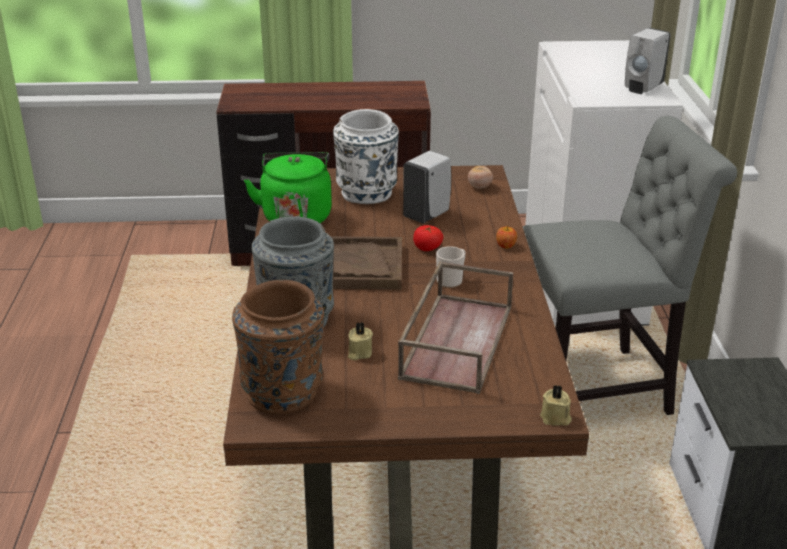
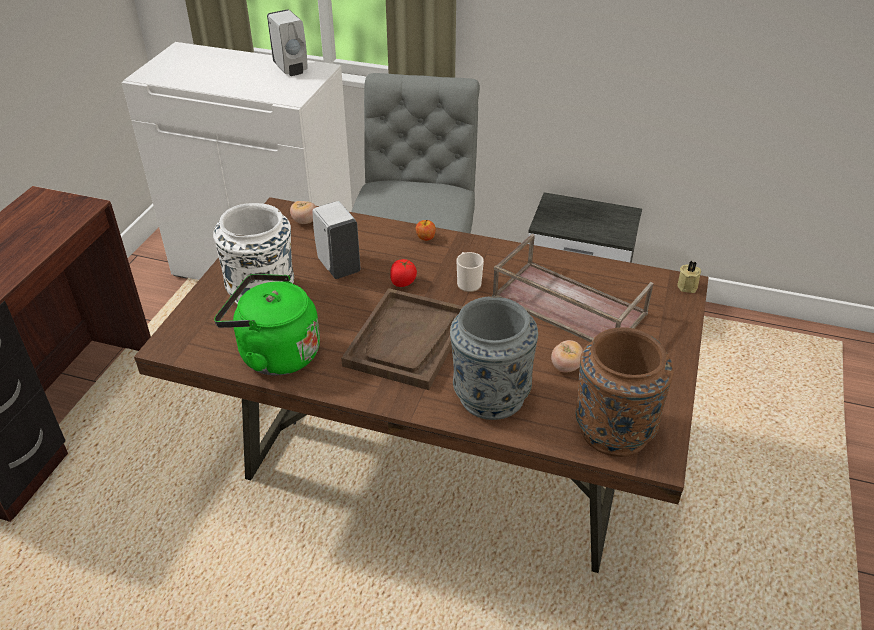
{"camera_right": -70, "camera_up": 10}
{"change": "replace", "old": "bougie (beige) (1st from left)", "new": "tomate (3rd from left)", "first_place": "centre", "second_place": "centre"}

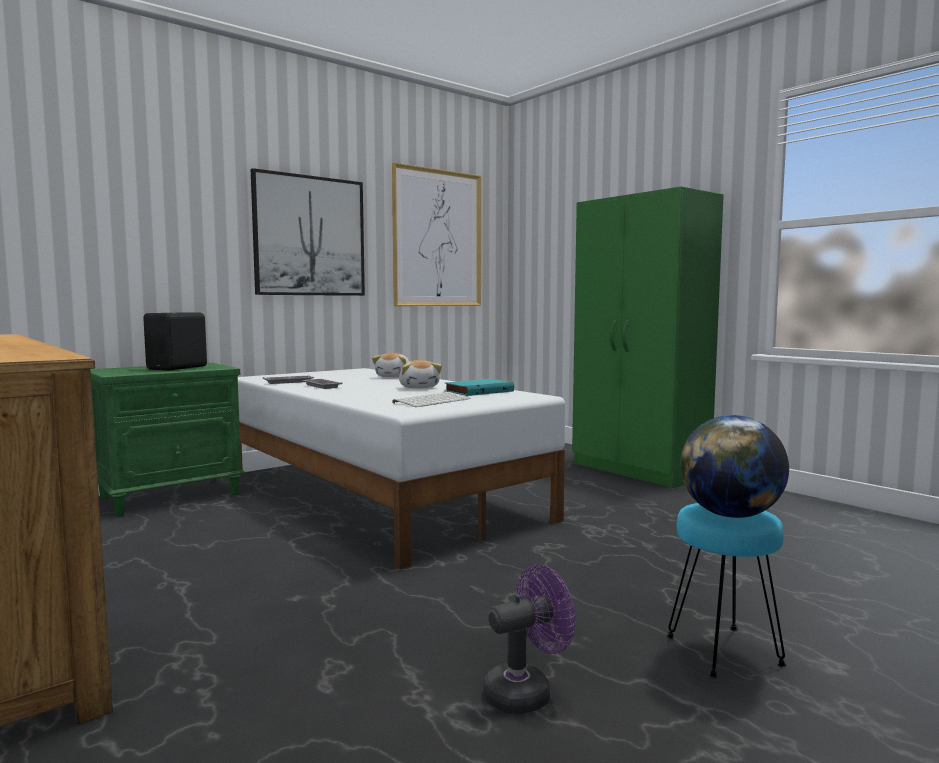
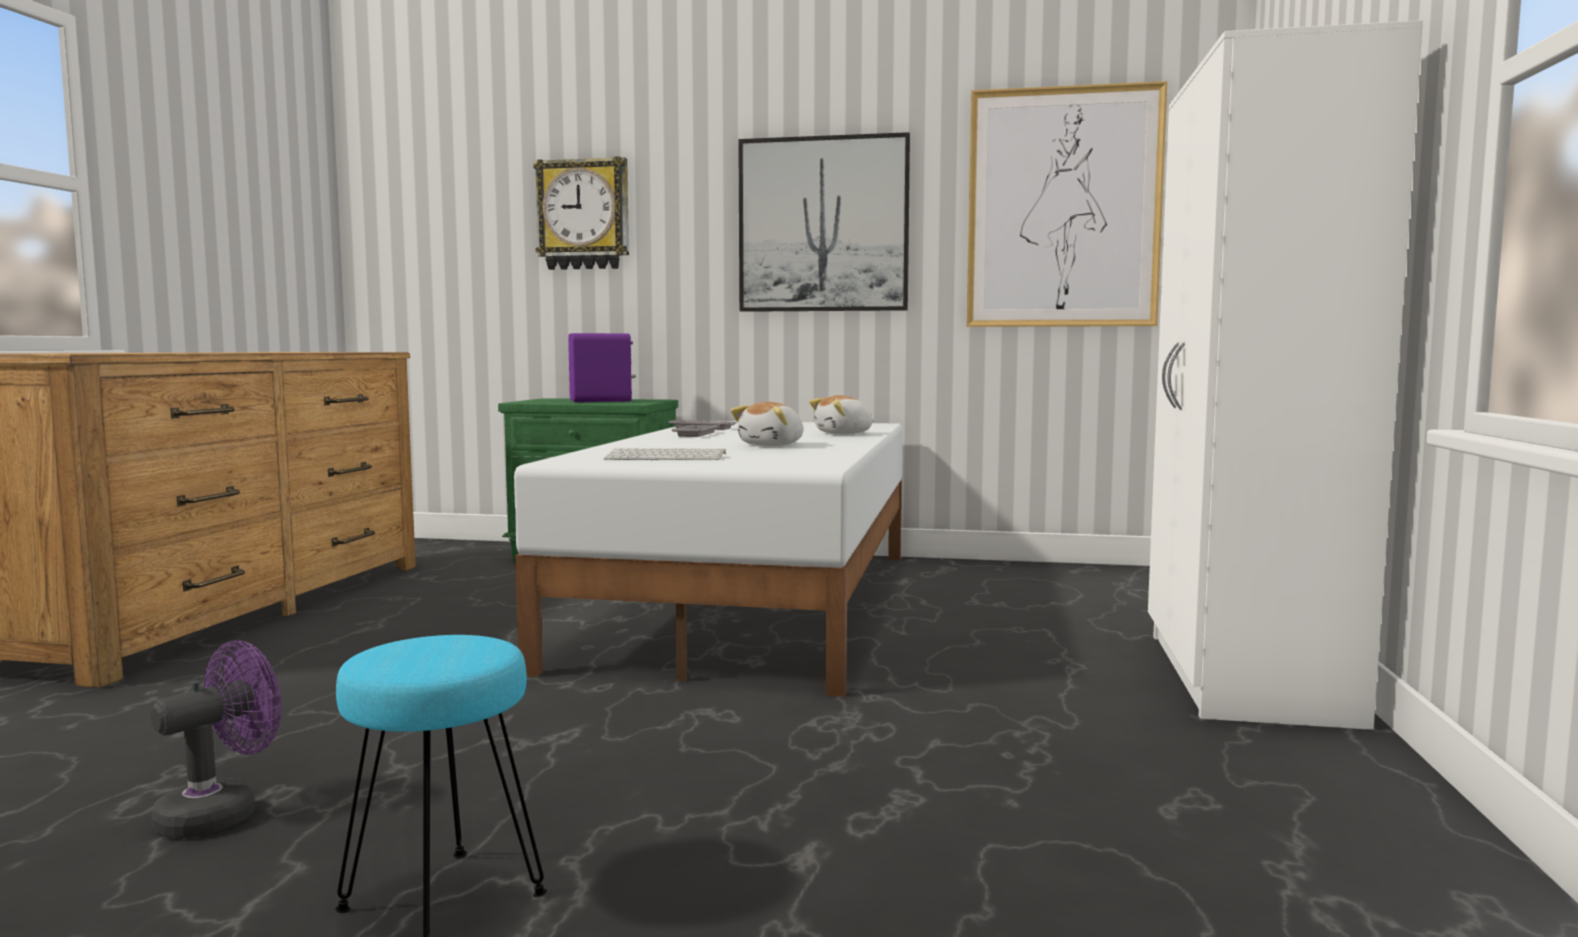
{"camera_right": 50, "camera_up": 0}
{"change": "delete", "old": "livre (turquoise)", "first_place": "centre"}
{"change": "delete", "old": "globe", "first_place": "middle right"}
{"change": "insert", "new": "horloge murale", "second_place": "top centre"}
{"change": "recolor", "old": "enceinte (noir)", "new": "enceinte (violet)", "first_place": "middle left", "second_place": "centre"}
{"change": "recolor", "old": "armoire (vert)", "new": "armoire (blanc)", "first_place": "middle right", "second_place": "middle right"}
{"change": "rotate", "old": "ventilateur (violet)", "first_place": "bottom centre", "second_place": "bottom left", "degrees": -75}

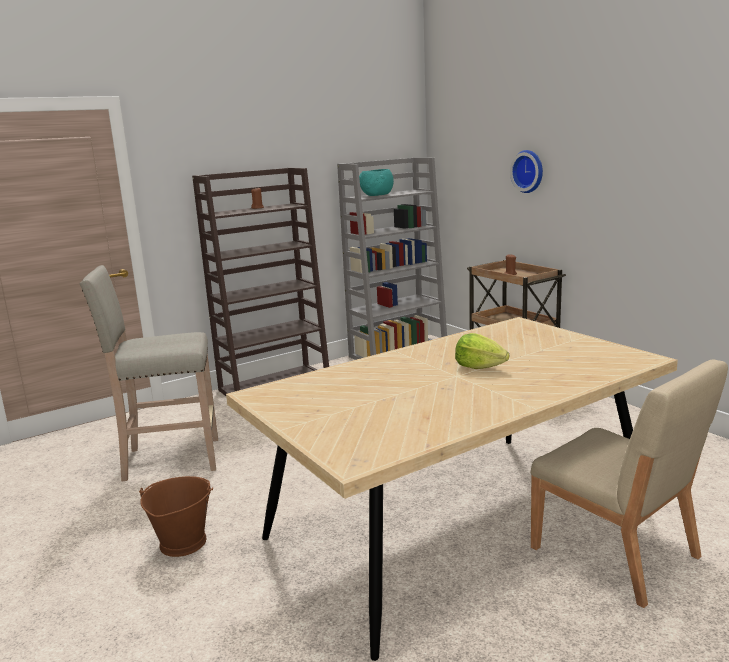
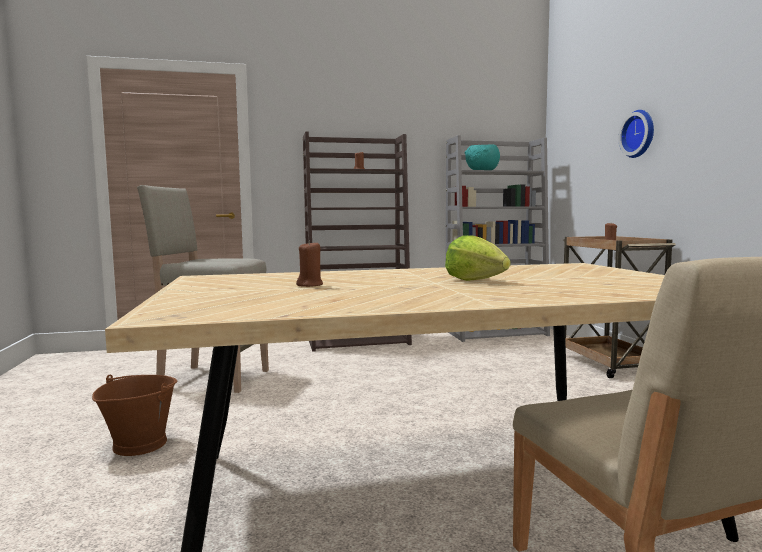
{"camera_right": 20, "camera_up": -10}
{"change": "insert", "new": "bougie (marron) (1st from left)", "second_place": "centre"}

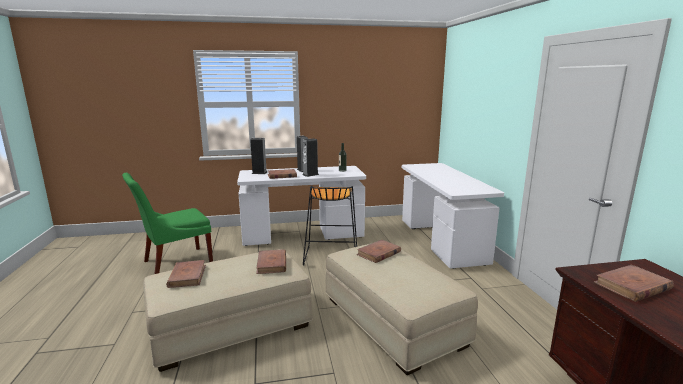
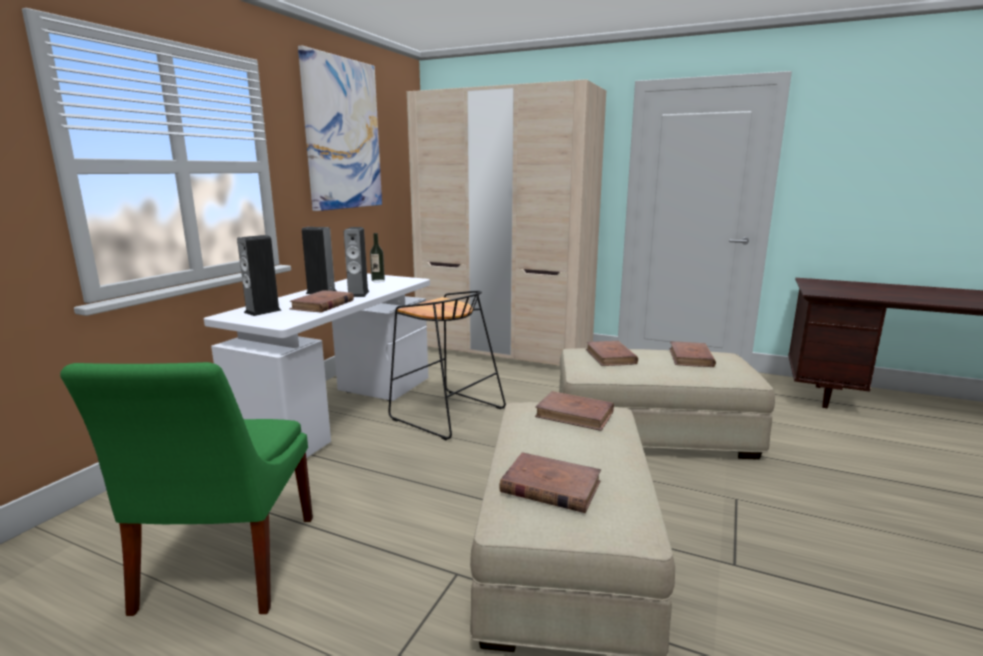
{"camera_right": -55, "camera_up": 0}
{"change": "insert", "new": "tableau", "second_place": "top centre"}
{"change": "move", "old": "livre (marron) (5th from left)", "first_place": "bottom right", "second_place": "middle right"}
{"change": "replace", "old": "bureau (blanc) (2nd from left)", "new": "armoire (beige)", "first_place": "centre", "second_place": "centre"}

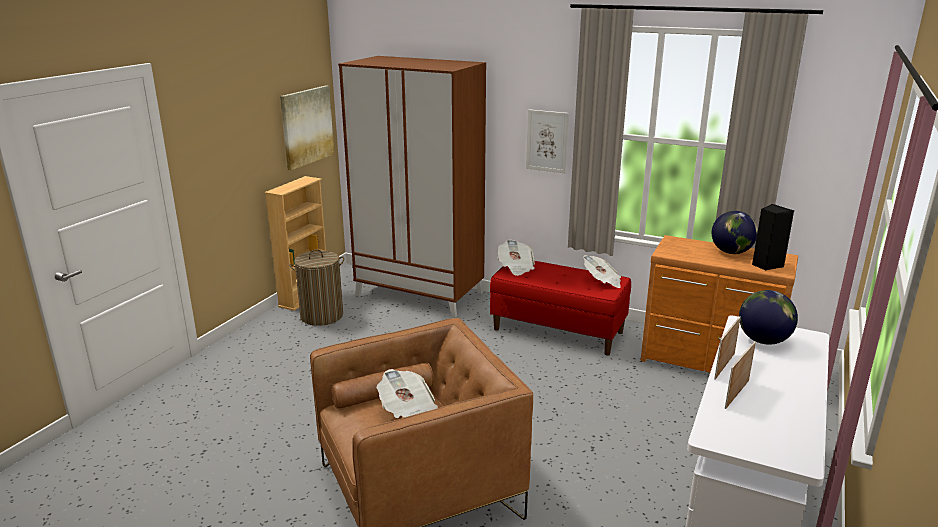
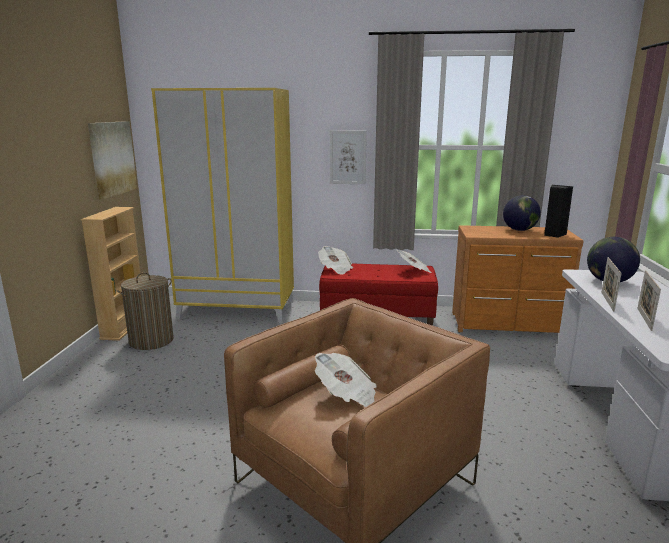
{"camera_right": -20, "camera_up": -5}
{"change": "recolor", "old": "armoire (marron)", "new": "armoire (jaune)", "first_place": "centre", "second_place": "middle left"}

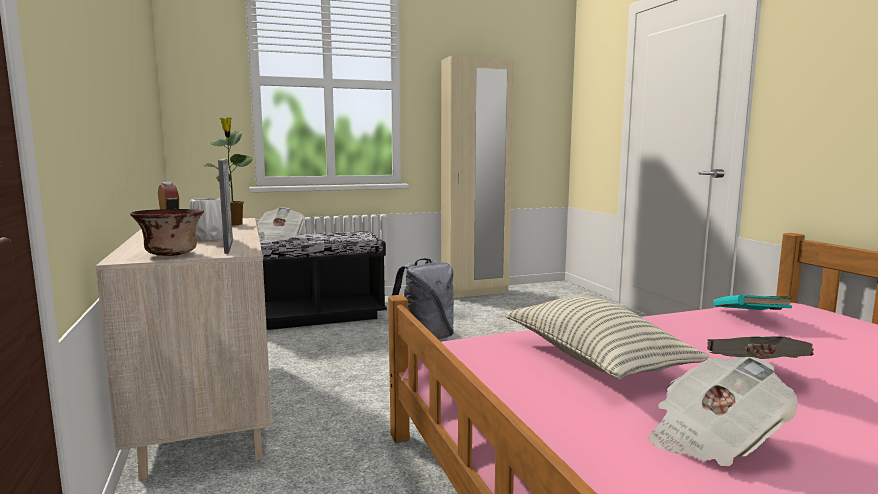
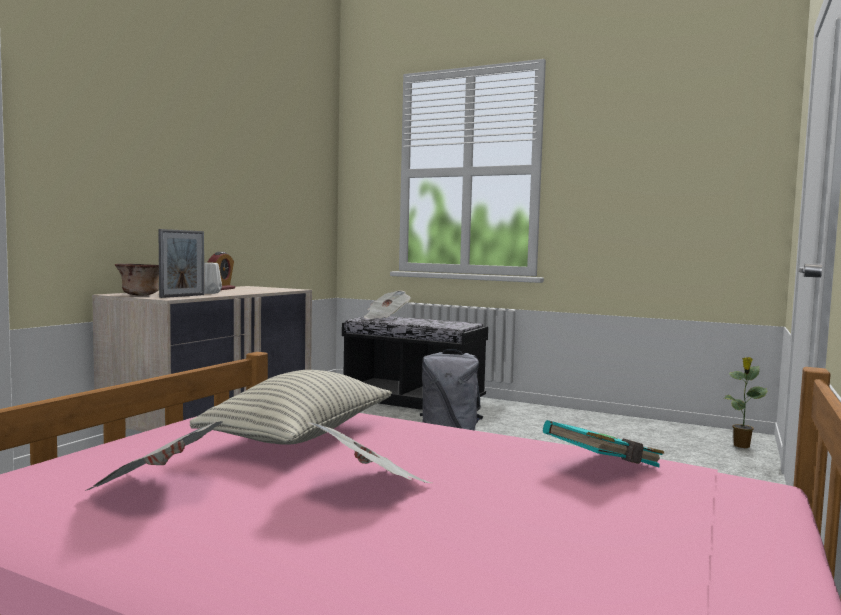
{"camera_right": 45, "camera_up": -5}
{"change": "delete", "old": "armoire (beige)", "first_place": "centre"}
{"change": "move", "old": "plante en pot", "first_place": "middle left", "second_place": "middle right"}

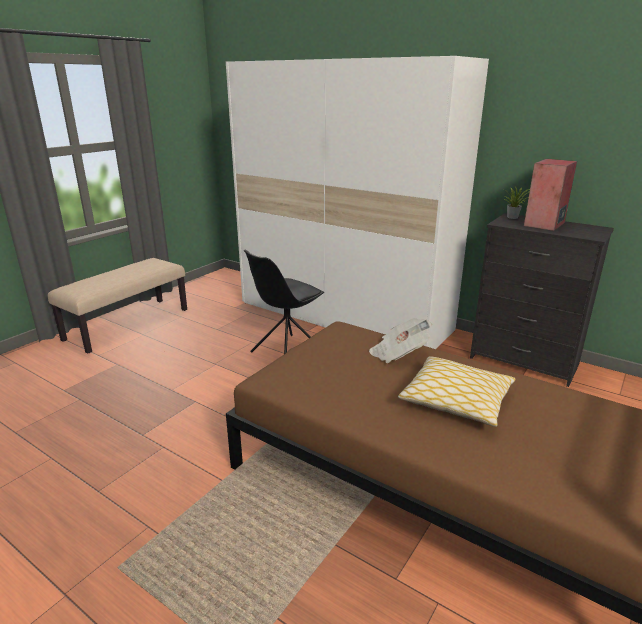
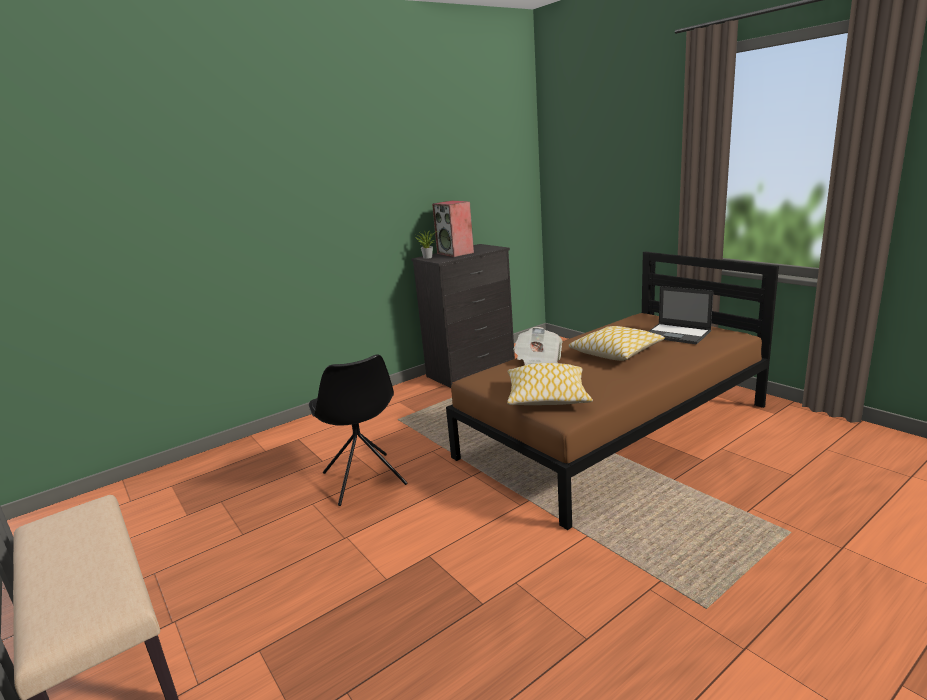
{"camera_right": -70, "camera_up": -5}
{"change": "delete", "old": "armoire (blanc)", "first_place": "top centre"}
{"change": "insert", "new": "coussin (1st from left)", "second_place": "centre"}
{"change": "insert", "new": "ordinateur portable", "second_place": "middle right"}

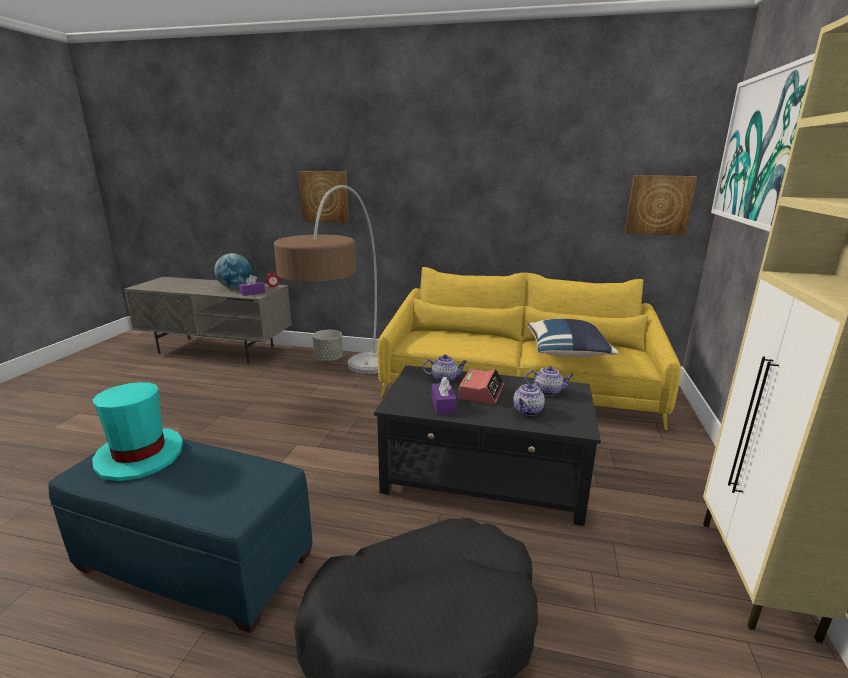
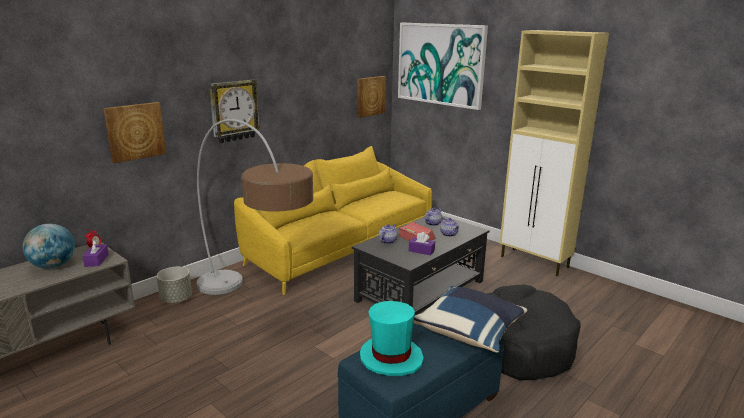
{"camera_right": -60, "camera_up": 0}
{"change": "insert", "new": "horloge murale", "second_place": "top left"}
{"change": "move", "old": "coussin (bleu)", "first_place": "middle right", "second_place": "bottom centre"}

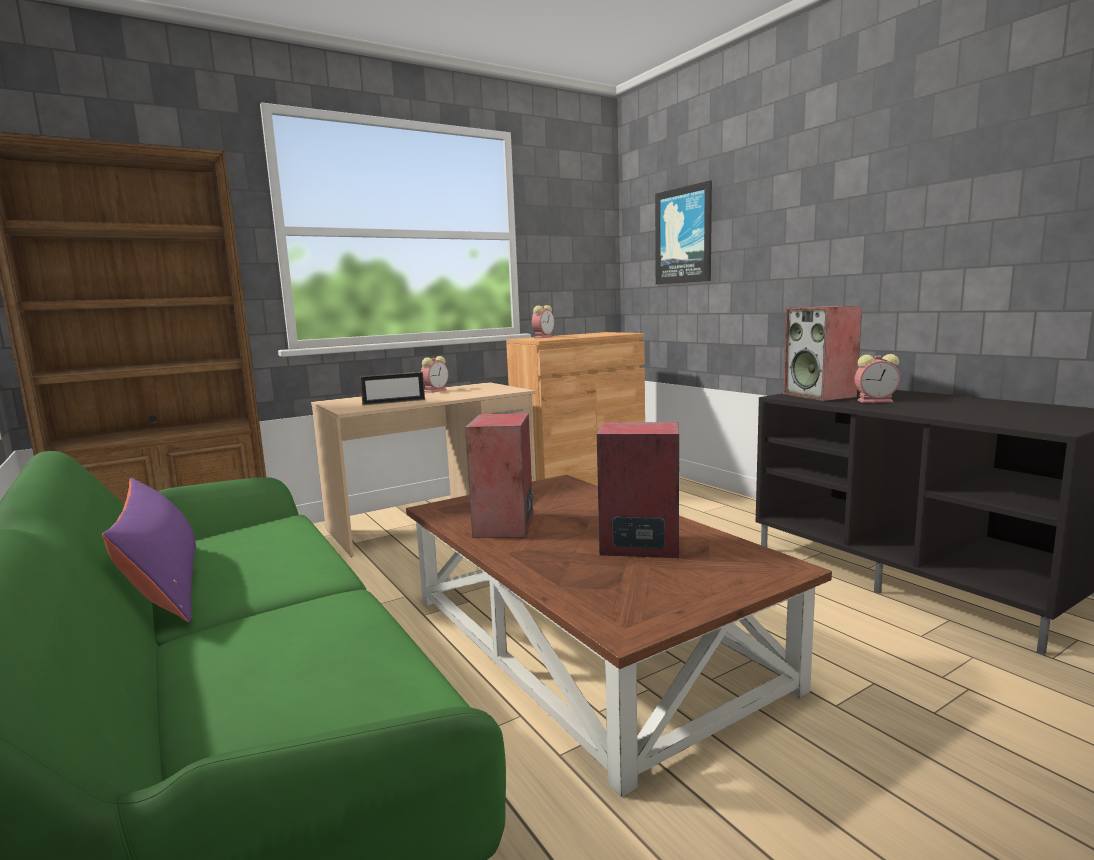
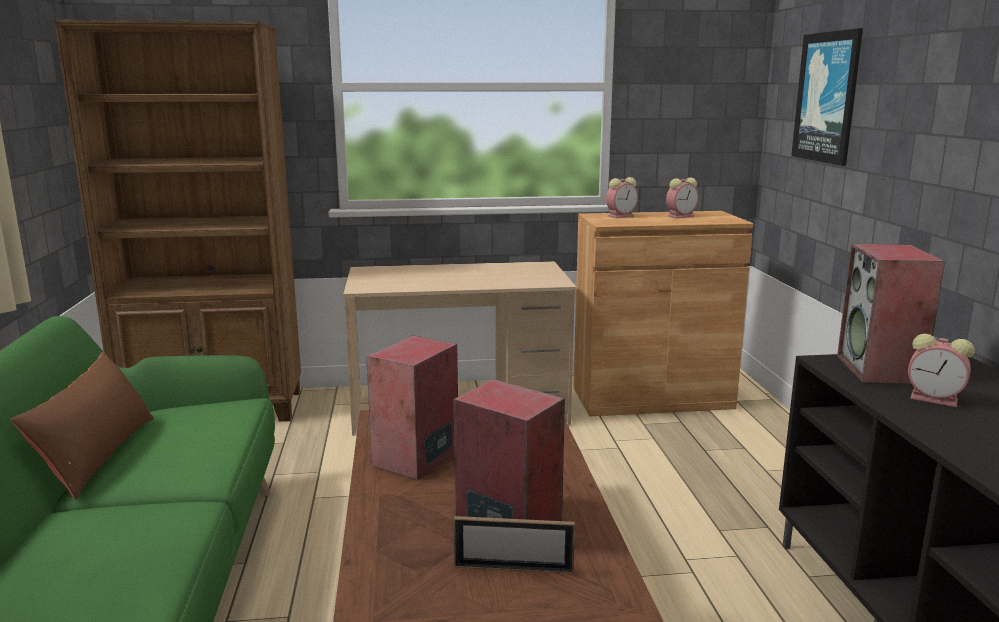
{"camera_right": 25, "camera_up": 5}
{"change": "move", "old": "cadre photo", "first_place": "centre", "second_place": "bottom centre"}
{"change": "move", "old": "réveil (1st from left in the first image)", "new": "réveil (2nd from left)", "first_place": "centre", "second_place": "top right"}
{"change": "recolor", "old": "coussin (violet)", "new": "coussin (marron)", "first_place": "middle left", "second_place": "bottom left"}

